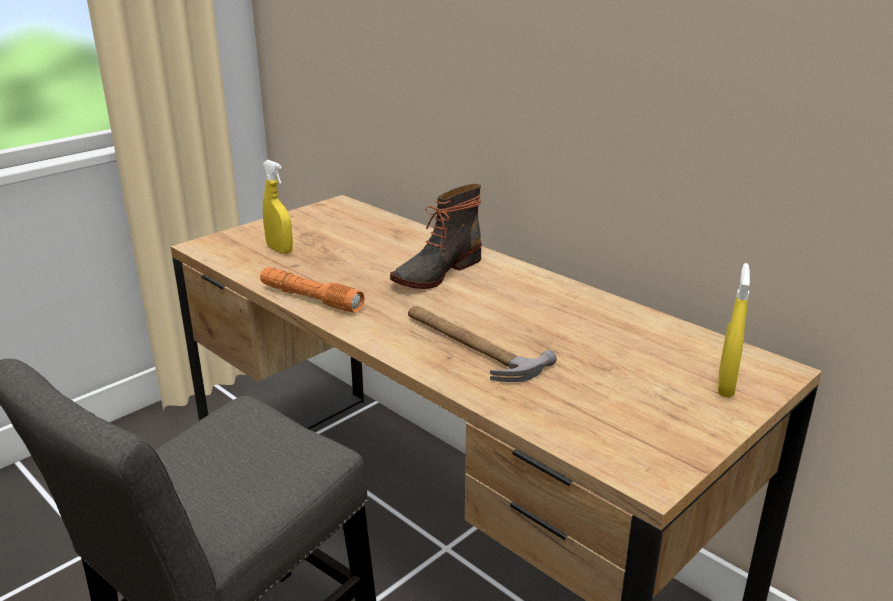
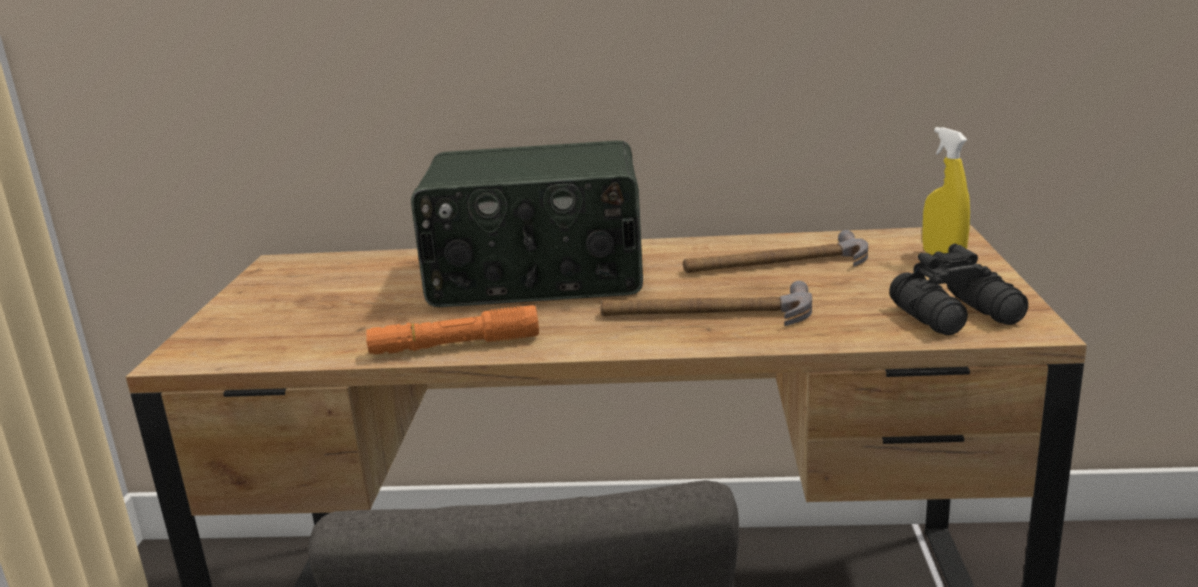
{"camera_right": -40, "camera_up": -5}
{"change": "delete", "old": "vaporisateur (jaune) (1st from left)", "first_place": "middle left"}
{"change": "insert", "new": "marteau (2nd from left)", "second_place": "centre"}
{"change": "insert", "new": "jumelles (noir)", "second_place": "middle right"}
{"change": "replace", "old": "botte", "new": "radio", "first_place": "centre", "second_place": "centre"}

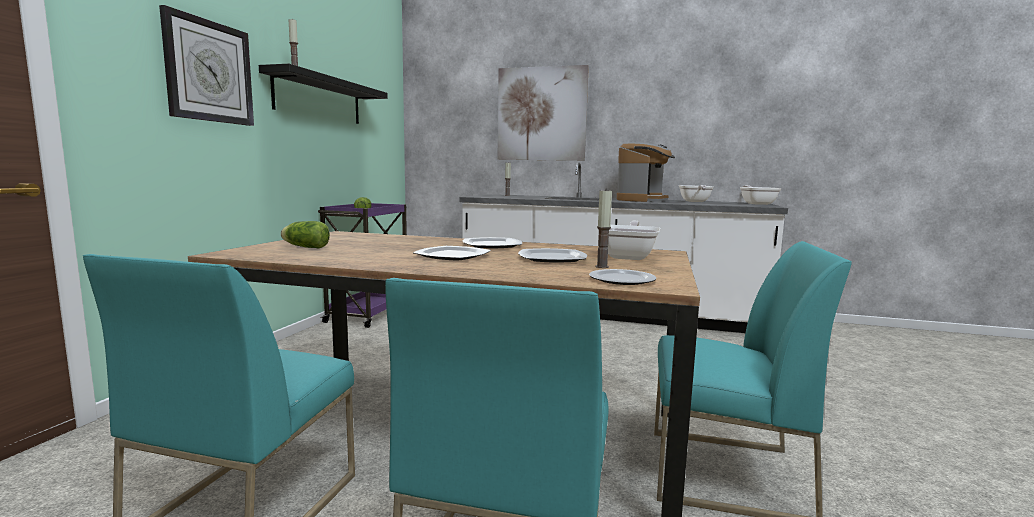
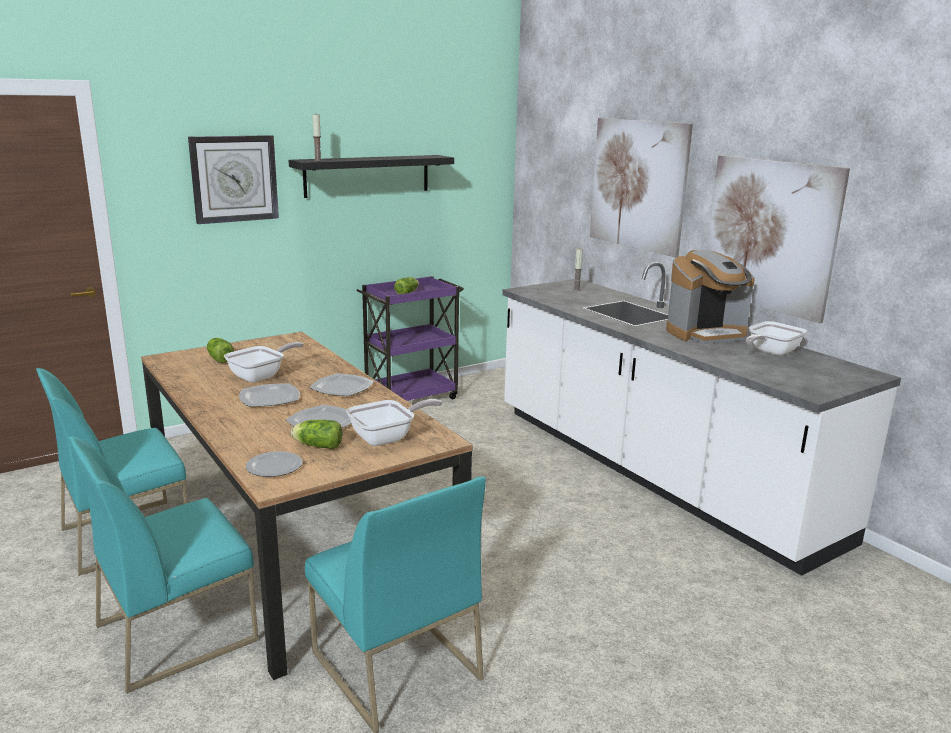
{"camera_right": 40, "camera_up": 10}
{"change": "insert", "new": "tableau (2nd from left)", "second_place": "top right"}
{"change": "move", "old": "poêle (3rd from left in the first image)", "new": "poêle (1st from left)", "first_place": "middle right", "second_place": "middle left"}
{"change": "replace", "old": "bougie (3rd from left)", "new": "laitue (2nd from left)", "first_place": "centre", "second_place": "middle left"}

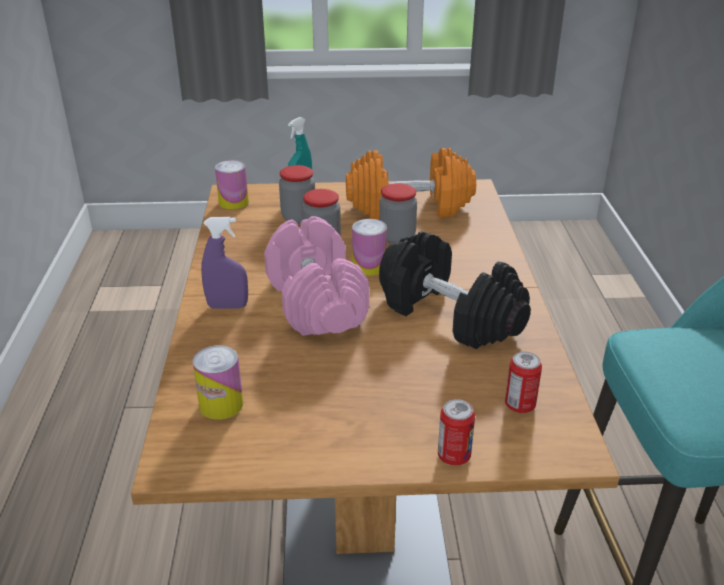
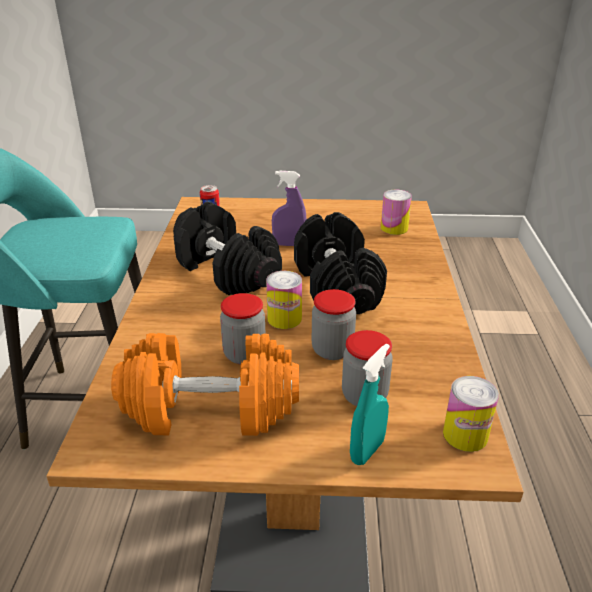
{"camera_right": -175, "camera_up": 0}
{"change": "delete", "old": "boîte métallique (4th from left)", "first_place": "bottom centre"}
{"change": "move", "old": "vaporisateur (violet)", "first_place": "middle left", "second_place": "centre"}
{"change": "recolor", "old": "haltère (rose)", "new": "haltère (noir) (2nd from left)", "first_place": "centre", "second_place": "centre"}

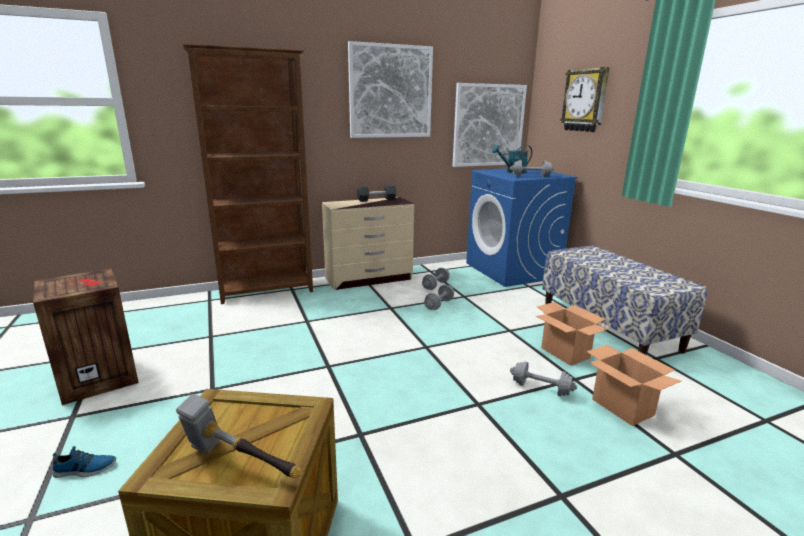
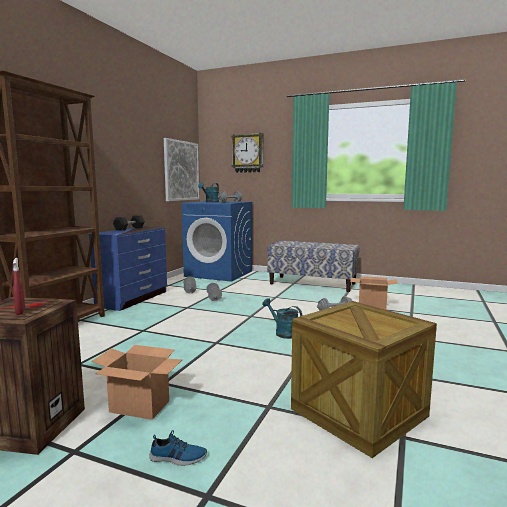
{"camera_right": -45, "camera_up": -10}
{"change": "delete", "old": "marteau", "first_place": "bottom left"}
{"change": "delete", "old": "tableau (1st from left)", "first_place": "top centre"}
{"change": "insert", "new": "vaporisateur (rouge)", "second_place": "middle left"}
{"change": "insert", "new": "arrosoir (turquoise) (2nd from left)", "second_place": "centre"}
{"change": "move", "old": "carton (1st from left)", "first_place": "middle right", "second_place": "bottom left"}
{"change": "recolor", "old": "commode (beige)", "new": "commode (bleu)", "first_place": "centre", "second_place": "middle left"}
{"change": "rotate", "old": "chaussure", "first_place": "bottom left", "second_place": "bottom centre", "degrees": 60}

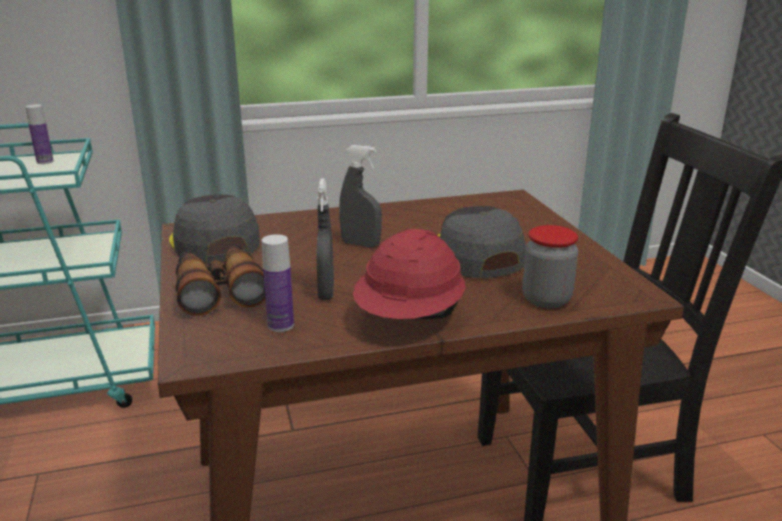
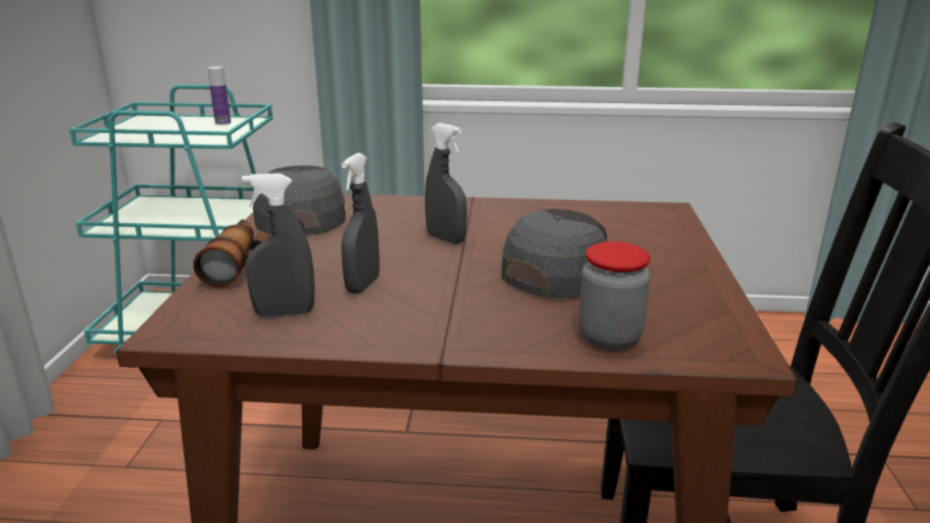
{"camera_right": 20, "camera_up": 0}
{"change": "delete", "old": "casque de chantier (rouge)", "first_place": "centre"}
{"change": "replace", "old": "bouteille (2nd from left)", "new": "vaporisateur (gris) (1st from left)", "first_place": "centre", "second_place": "middle left"}
{"change": "rotate", "old": "casquette (gris) (2nd from left)", "first_place": "centre", "second_place": "centre", "degrees": 45}

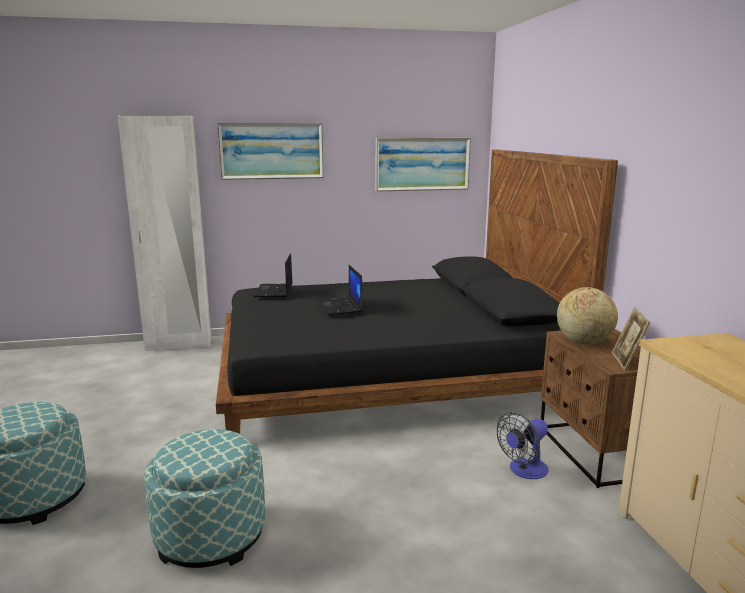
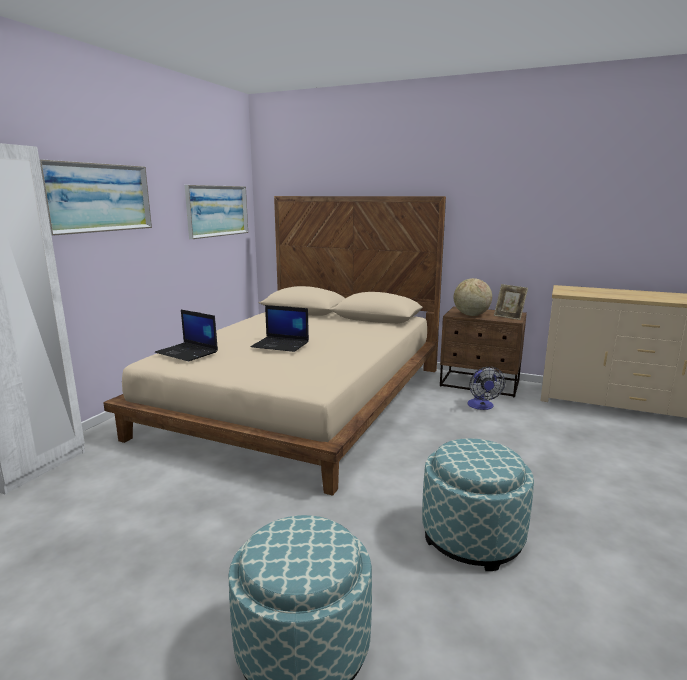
{"camera_right": -55, "camera_up": 0}
{"change": "recolor", "old": "lit (noir)", "new": "lit (beige)", "first_place": "centre", "second_place": "centre"}

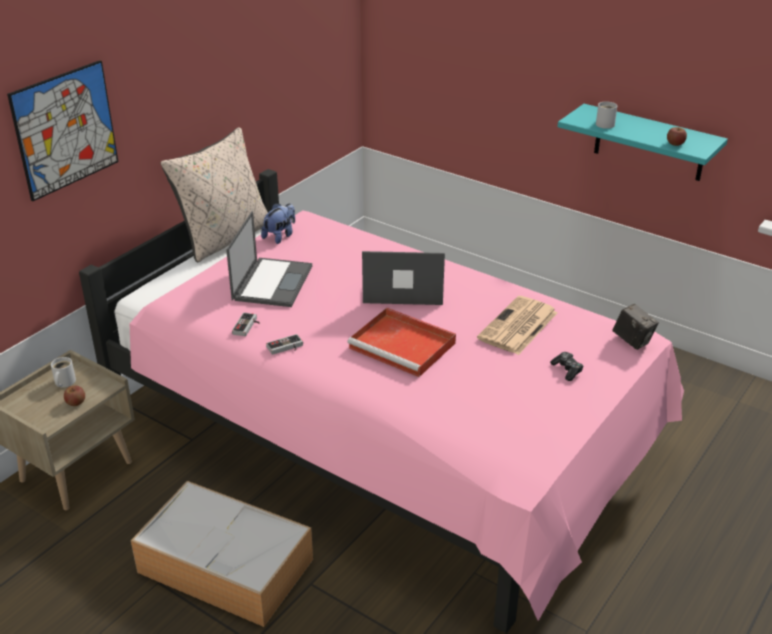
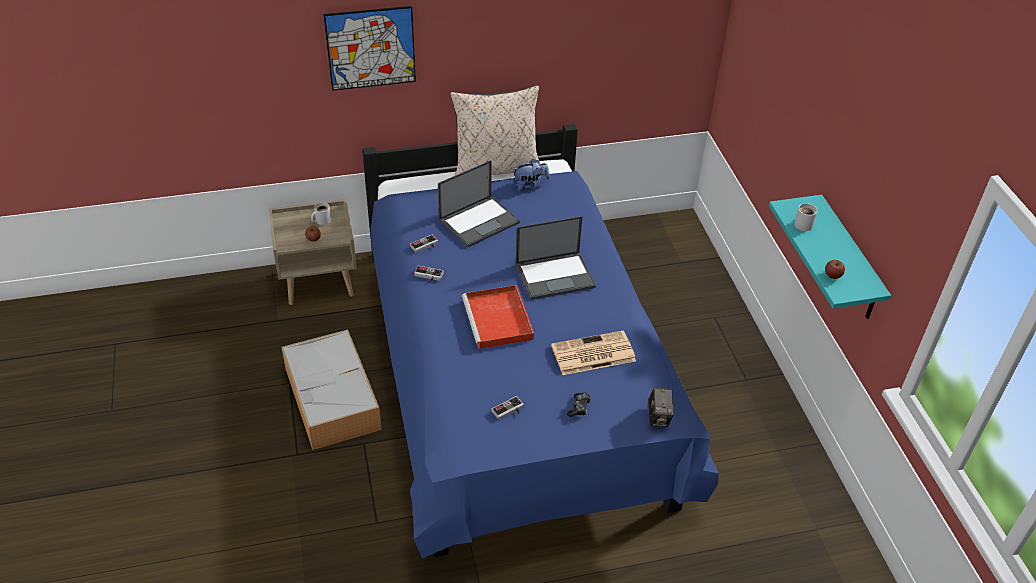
{"camera_right": 40, "camera_up": 10}
{"change": "insert", "new": "manette (3rd from left)", "second_place": "bottom centre"}
{"change": "recolor", "old": "lit (rose)", "new": "lit (bleu)", "first_place": "centre", "second_place": "centre"}
{"change": "rotate", "old": "ordinateur portable (2nd from left)", "first_place": "centre", "second_place": "centre", "degrees": 120}

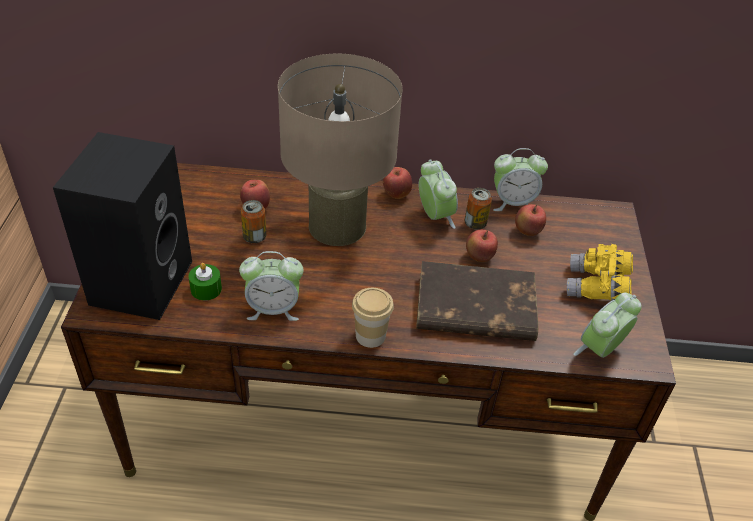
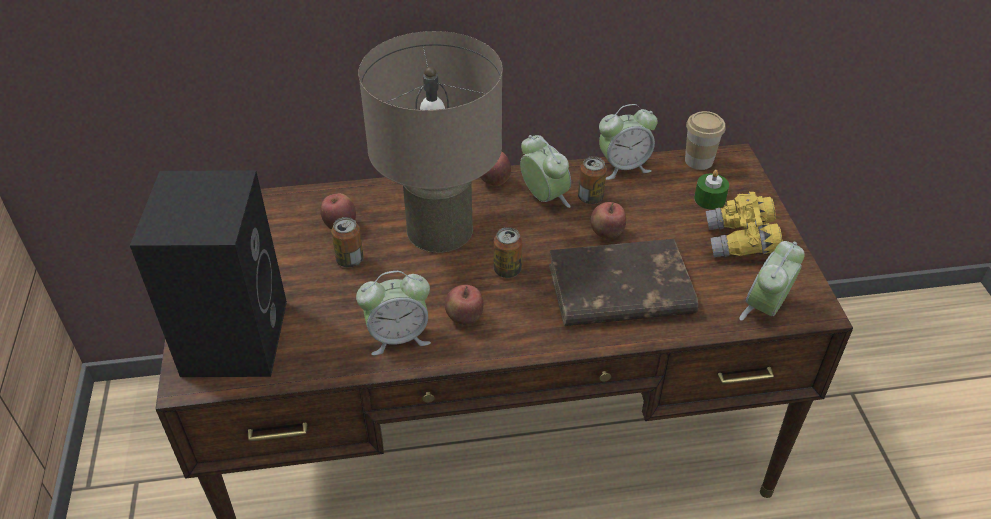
{"camera_right": -10, "camera_up": 0}
{"change": "insert", "new": "boîte métallique (2nd from left)", "second_place": "centre"}
{"change": "move", "old": "bougie (vert)", "first_place": "middle left", "second_place": "middle right"}
{"change": "move", "old": "tasse", "first_place": "centre", "second_place": "top right"}
{"change": "move", "old": "pomme (4th from left in the first image)", "new": "pomme (2nd from left)", "first_place": "middle right", "second_place": "centre"}

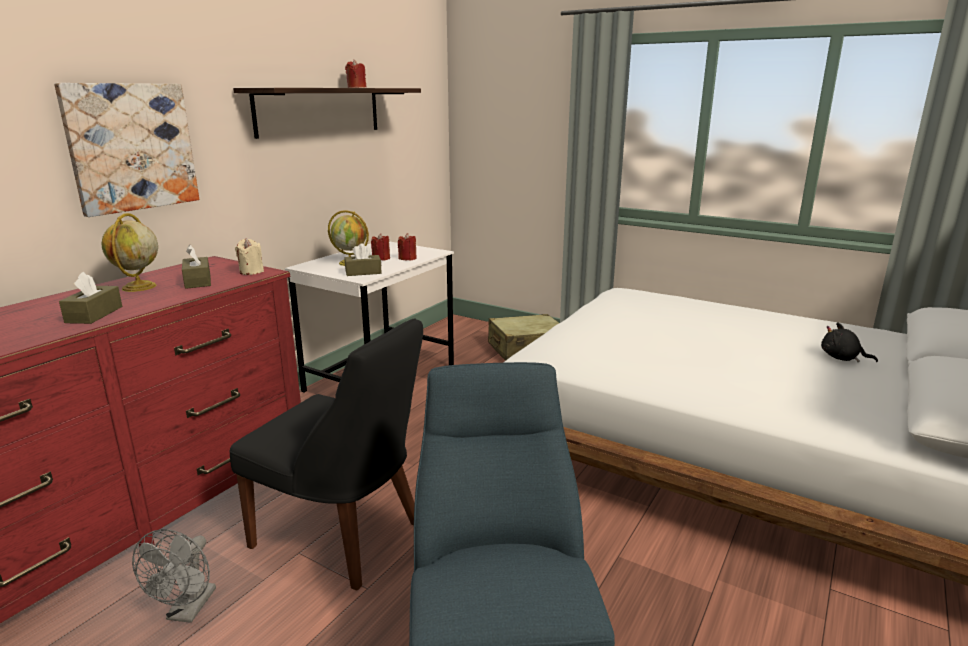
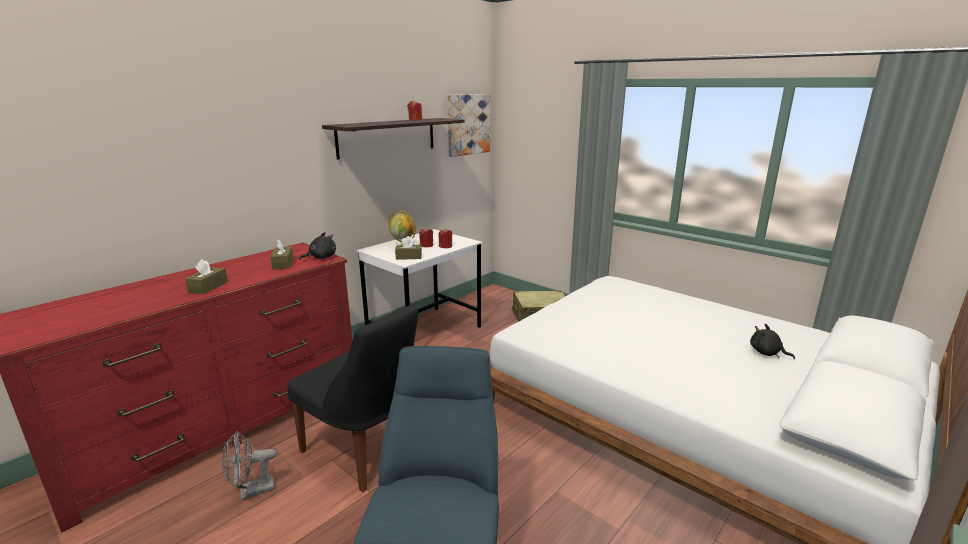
{"camera_right": 10, "camera_up": 0}
{"change": "delete", "old": "globe (1st from left)", "first_place": "middle left"}
{"change": "move", "old": "tableau", "first_place": "top left", "second_place": "top centre"}
{"change": "replace", "old": "bougie (beige)", "new": "peluche (noir) (1st from left)", "first_place": "middle left", "second_place": "middle left"}
{"change": "rotate", "old": "ventilateur (gris)", "first_place": "bottom left", "second_place": "bottom left", "degrees": 45}

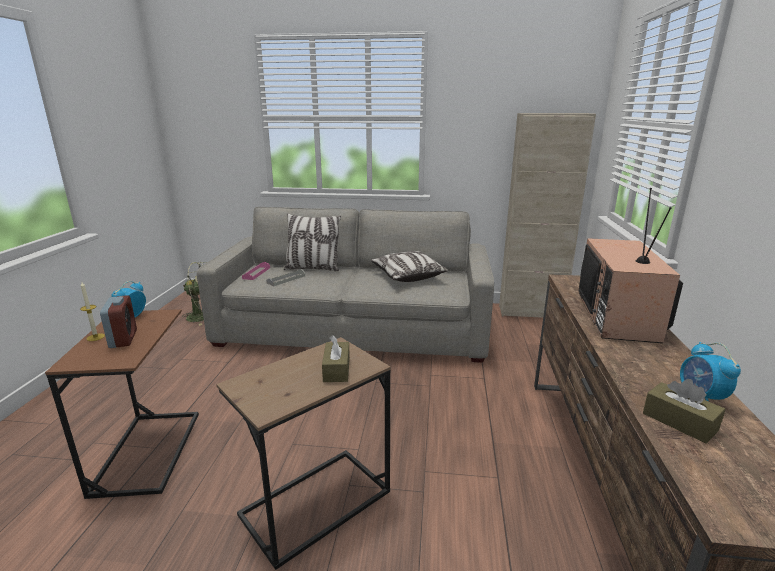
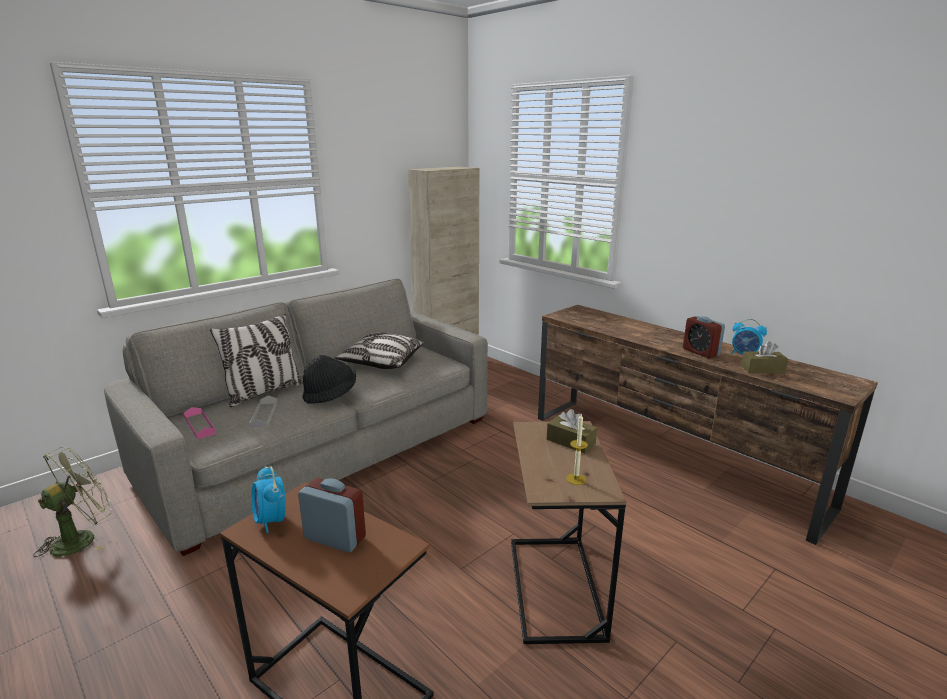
{"camera_right": -50, "camera_up": 0}
{"change": "delete", "old": "téléviseur", "first_place": "middle right"}
{"change": "insert", "new": "chapeau (noir)", "second_place": "centre"}
{"change": "insert", "new": "réveil (3rd from left)", "second_place": "middle right"}
{"change": "move", "old": "bougie", "first_place": "middle left", "second_place": "centre"}

